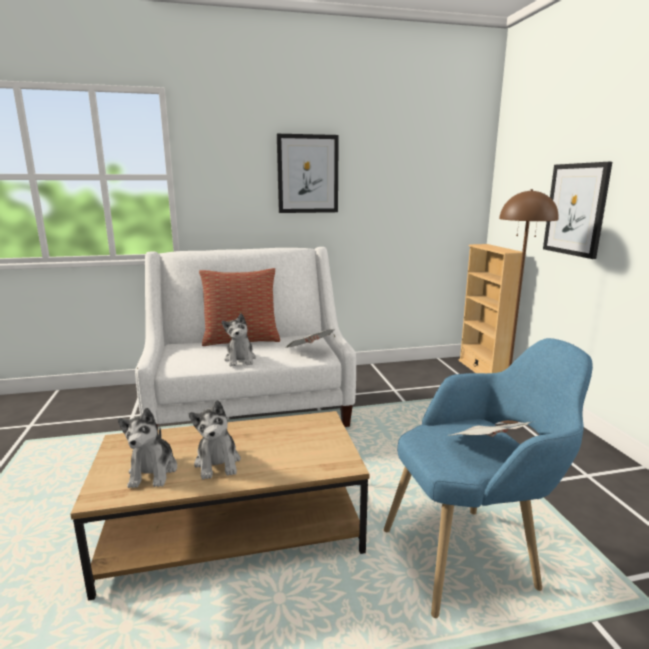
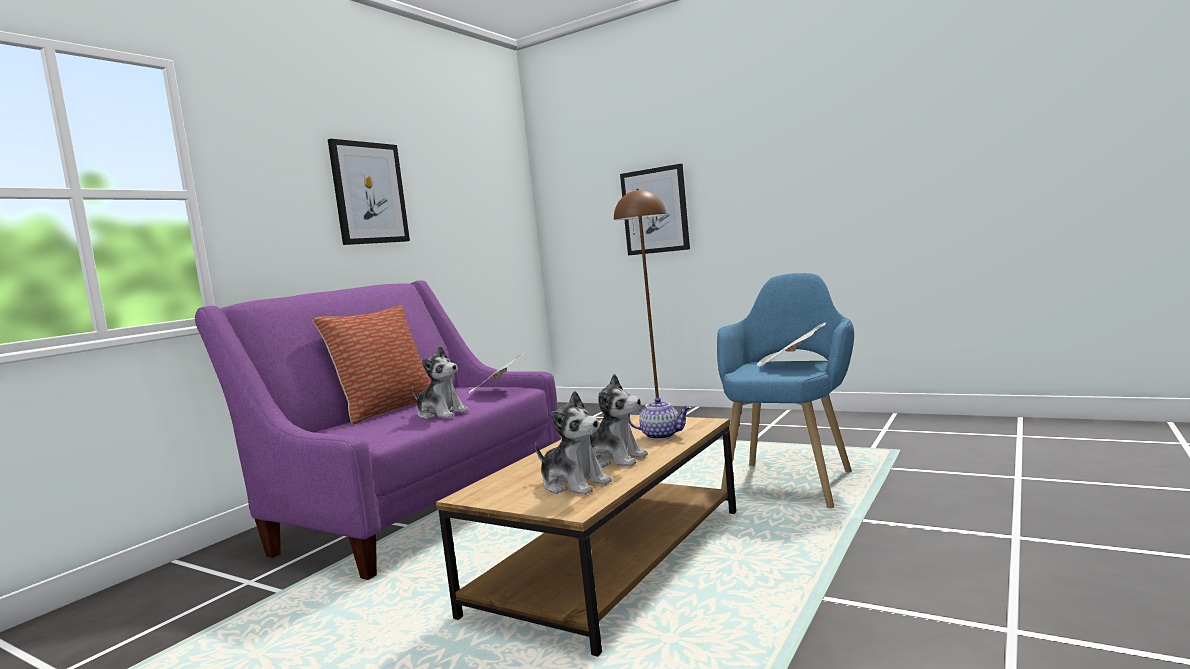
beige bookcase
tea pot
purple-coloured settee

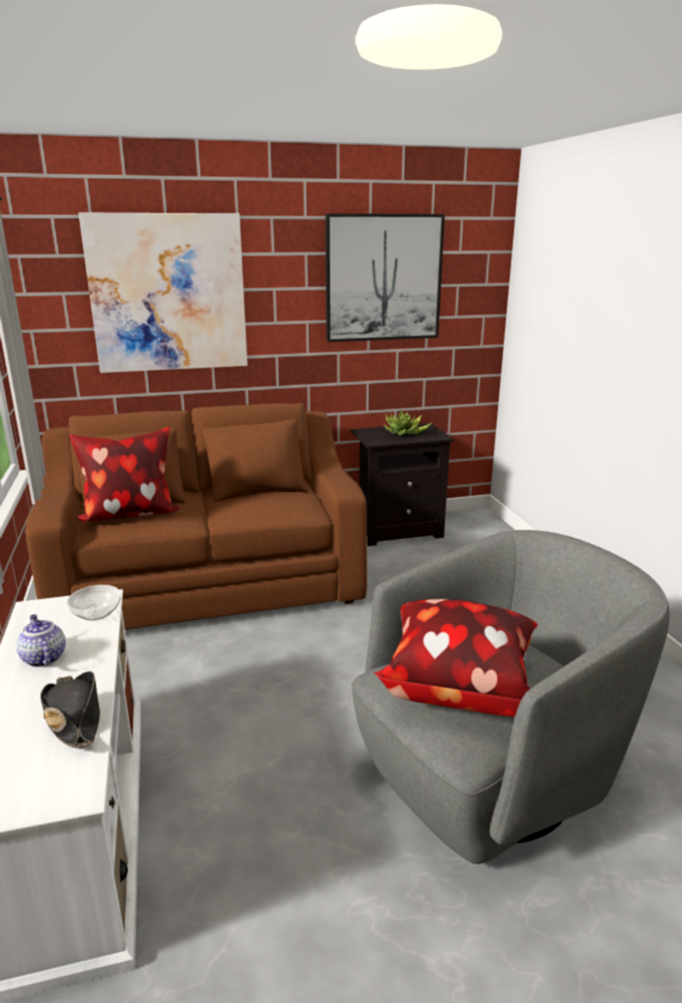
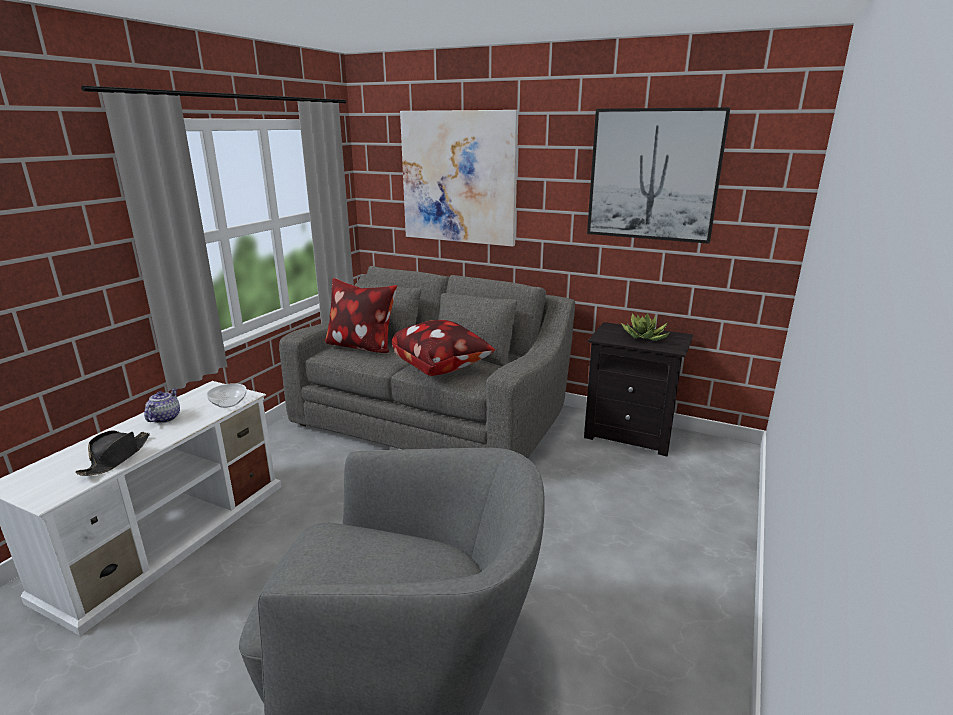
throw pillow (2nd from left)
gray settee

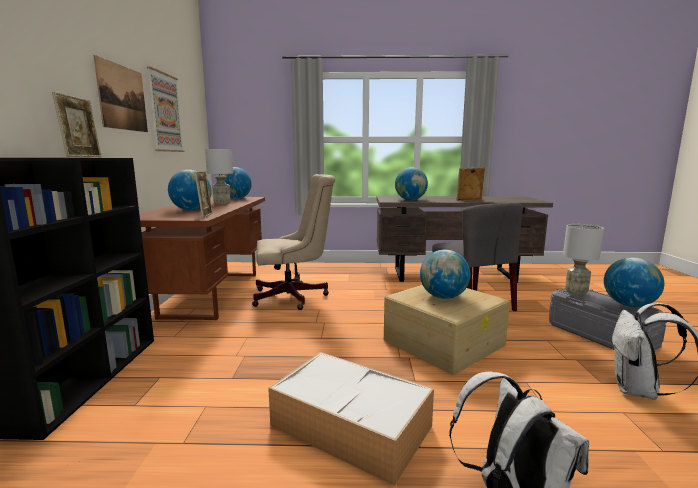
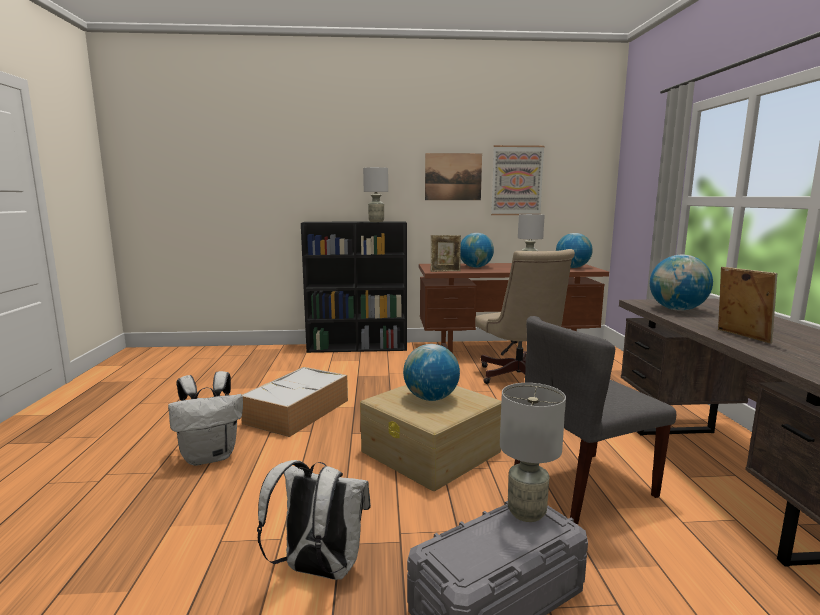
world globe (5th from left in the first image)
gray tabletop lamp (1st from left)

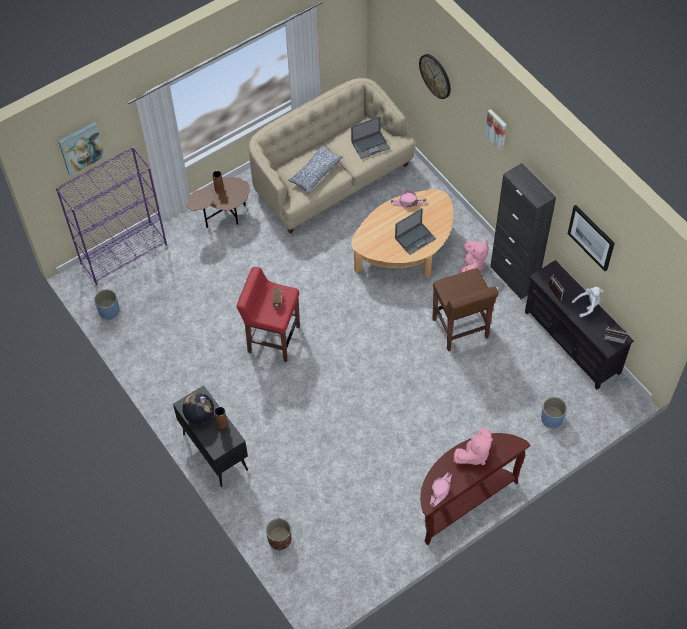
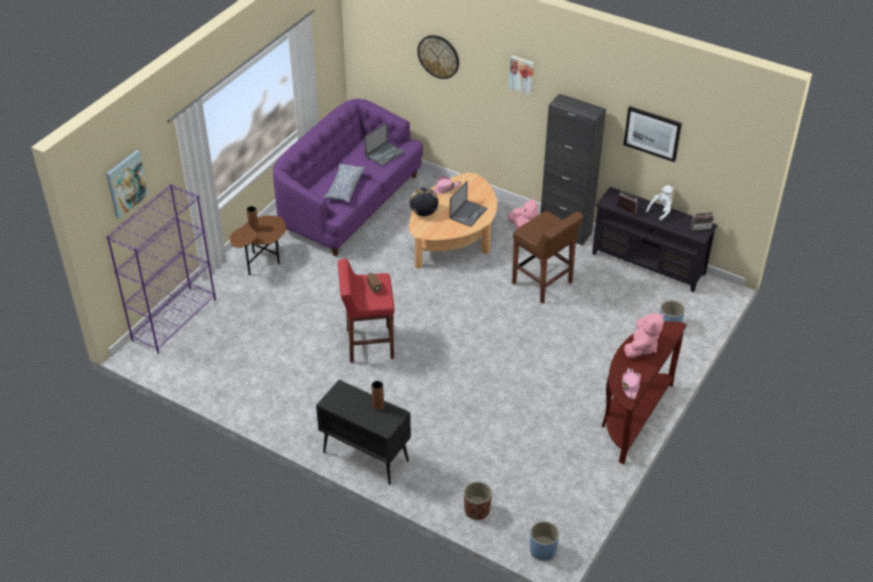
blue-coloured plant pot (1st from left)
world globe
purple-coloured settee

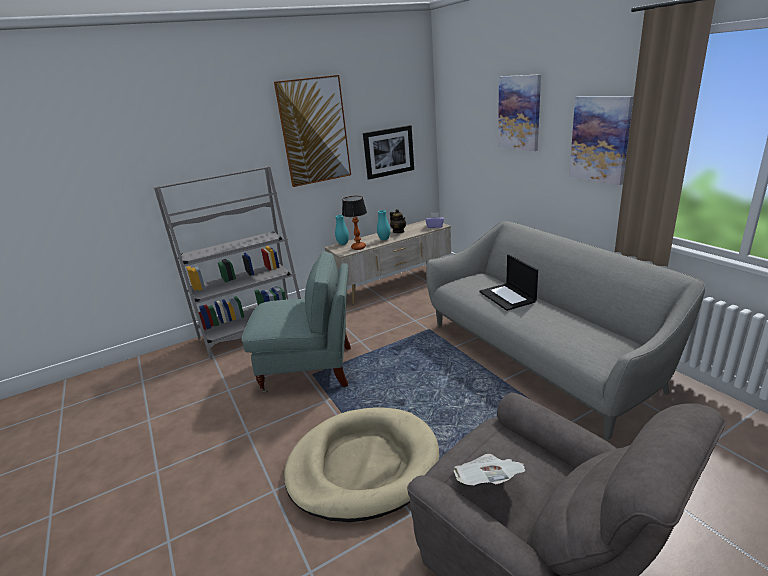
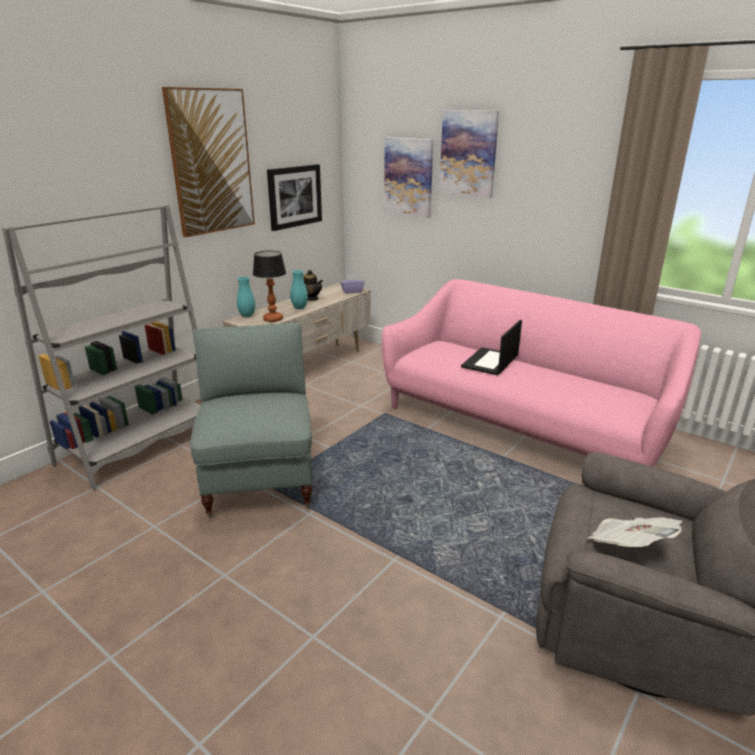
beige dog bed
wall picture (3rd from left)
pink-coloured settee
gray easy chair (1st from left)
laptop

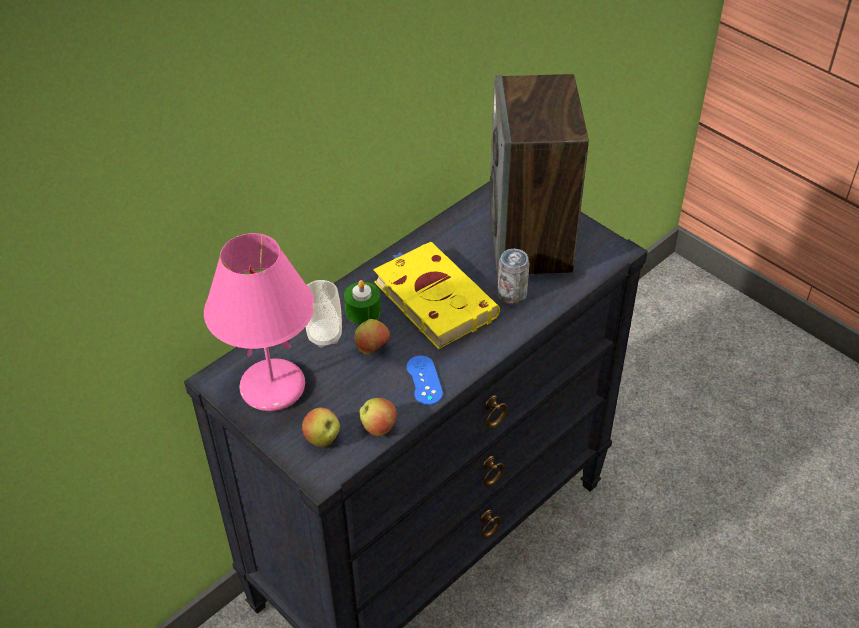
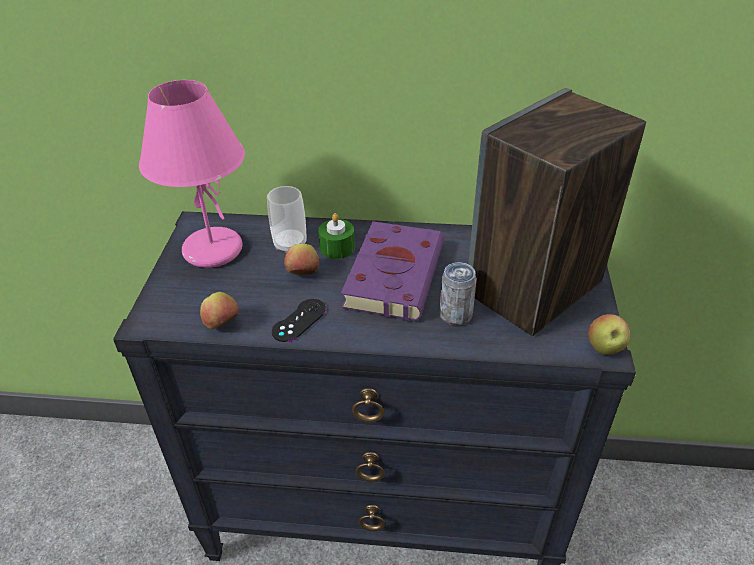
whole apple (3rd from left)
purple-coloured bound book
blackish gamepad

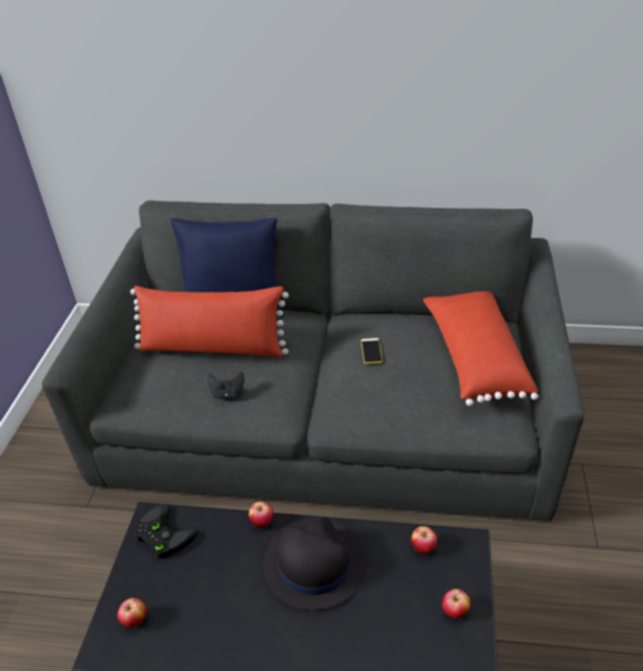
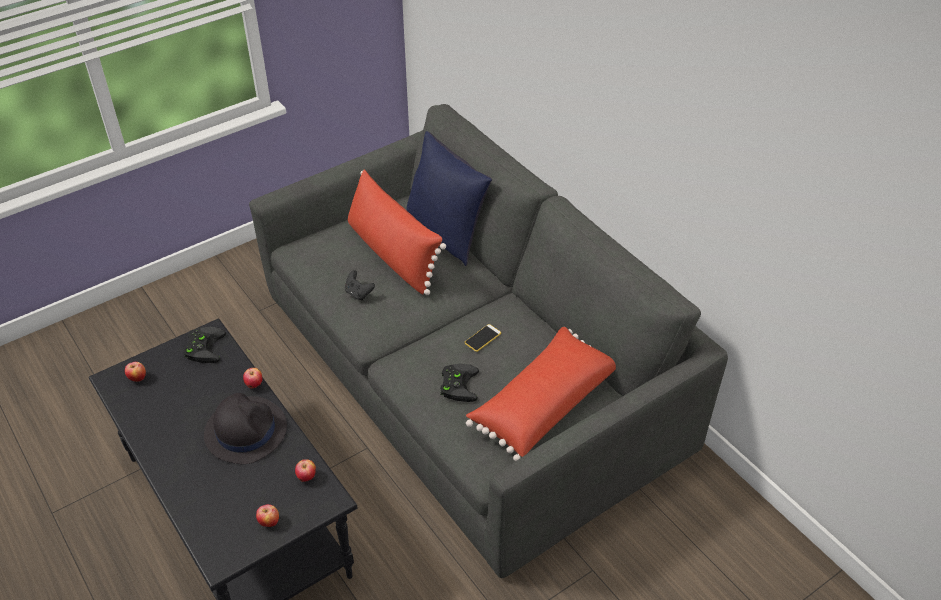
blackish gamepad (3rd from left)

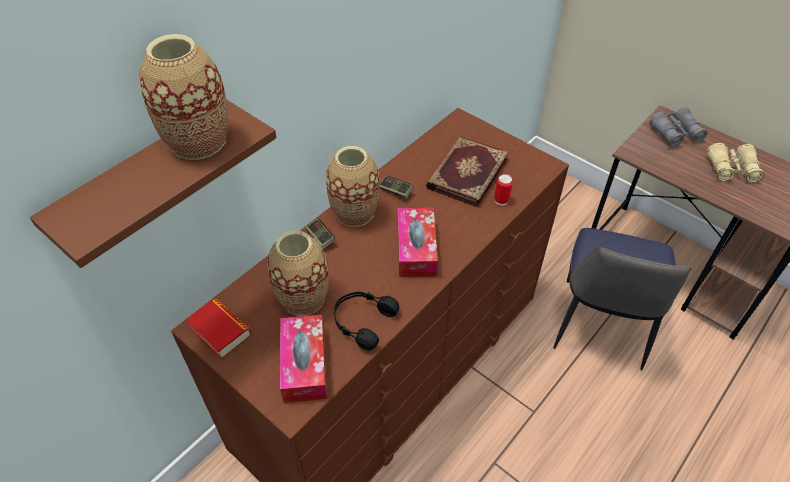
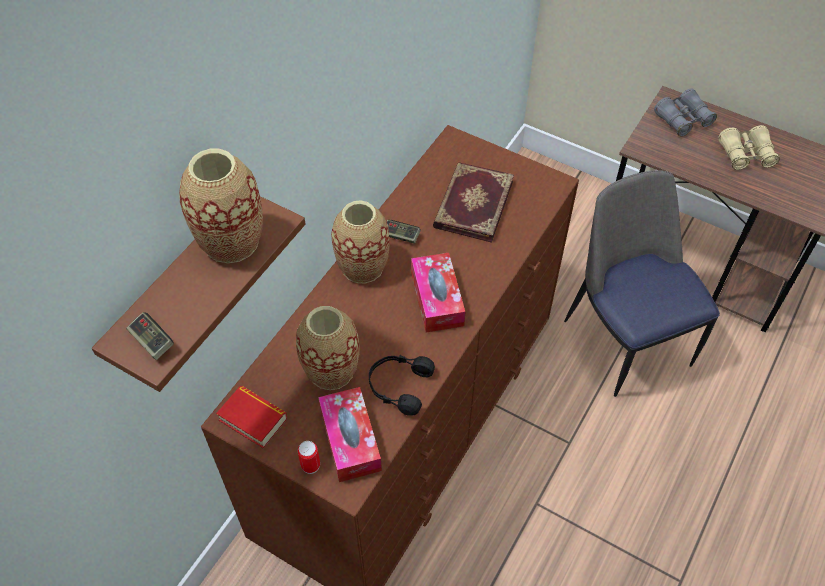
gamepad (1st from left)
can
upright chair

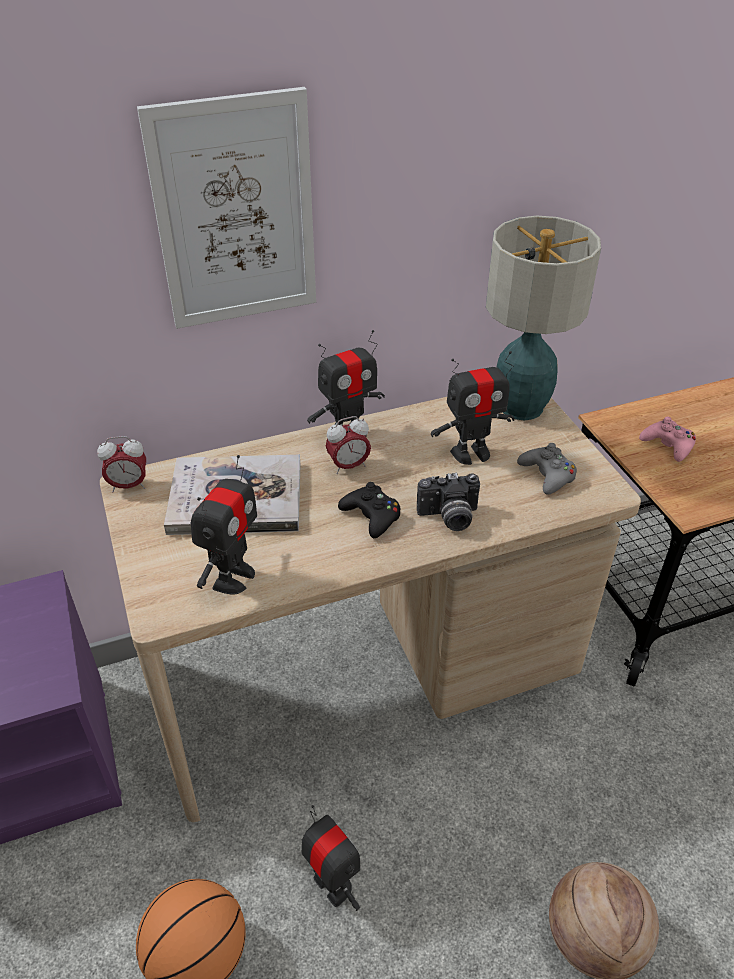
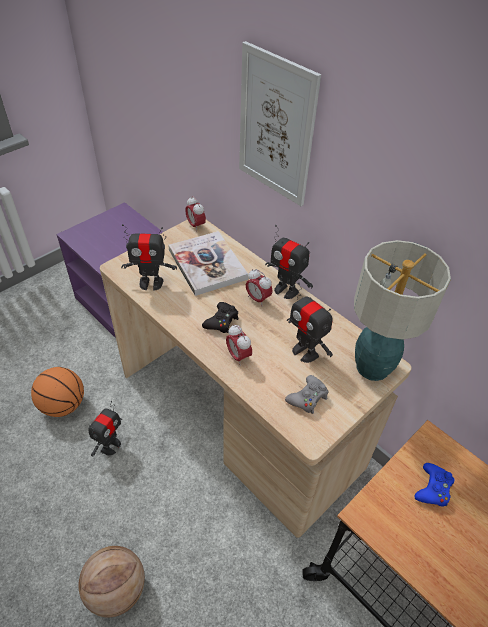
table clock (2nd from left)
blue-coloured gamepad

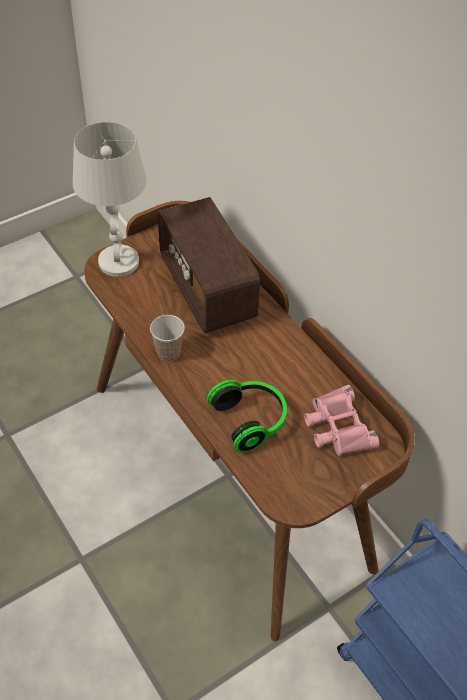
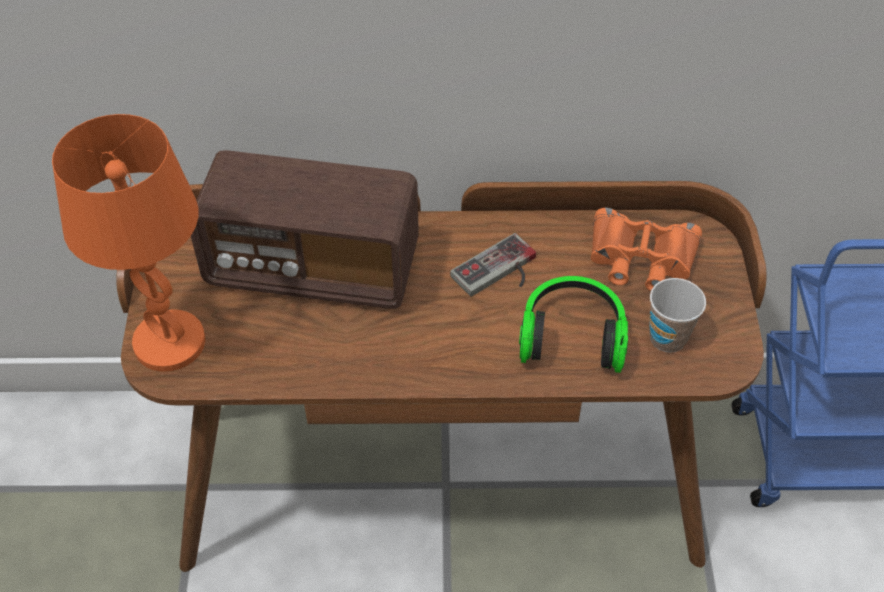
gamepad
small cup
orange-coloured tabletop lamp
orange-coloured pair of binoculars

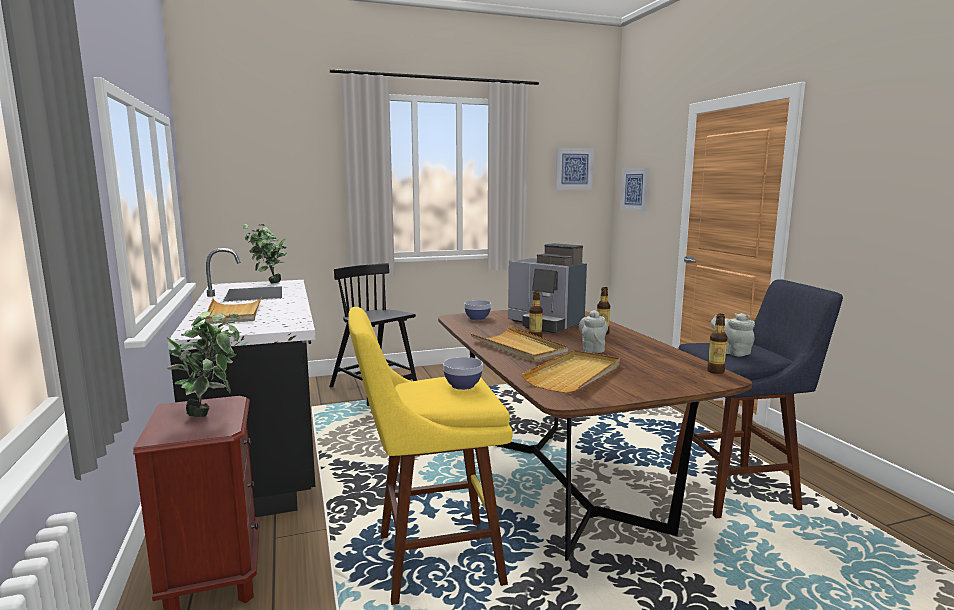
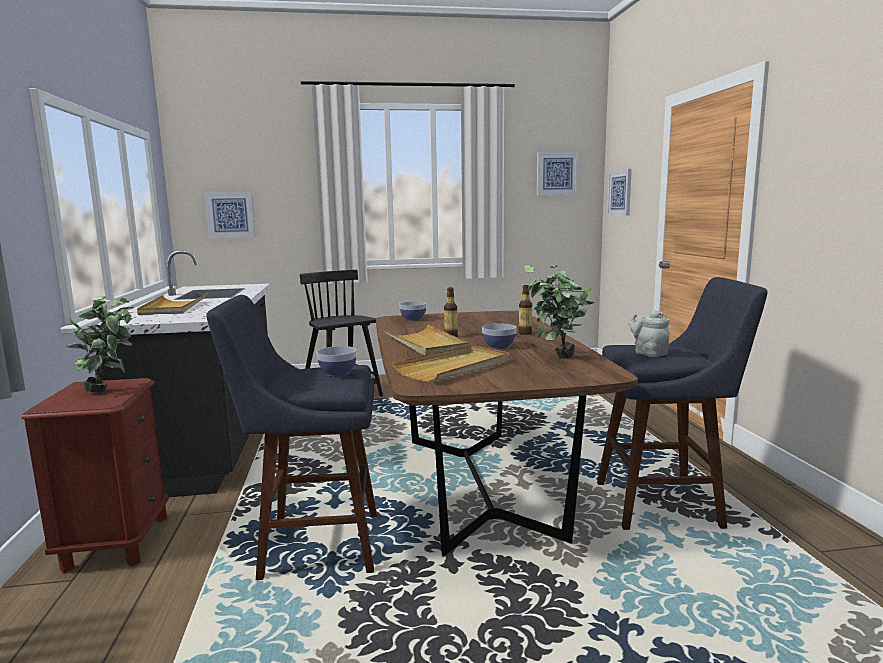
coffee brewer
beverage bottle (3rd from left in the first image)
wall picture (1st from left)
potted plant (2nd from left)
deep dish (3rd from left)
blue-coloured stool (1st from left)

